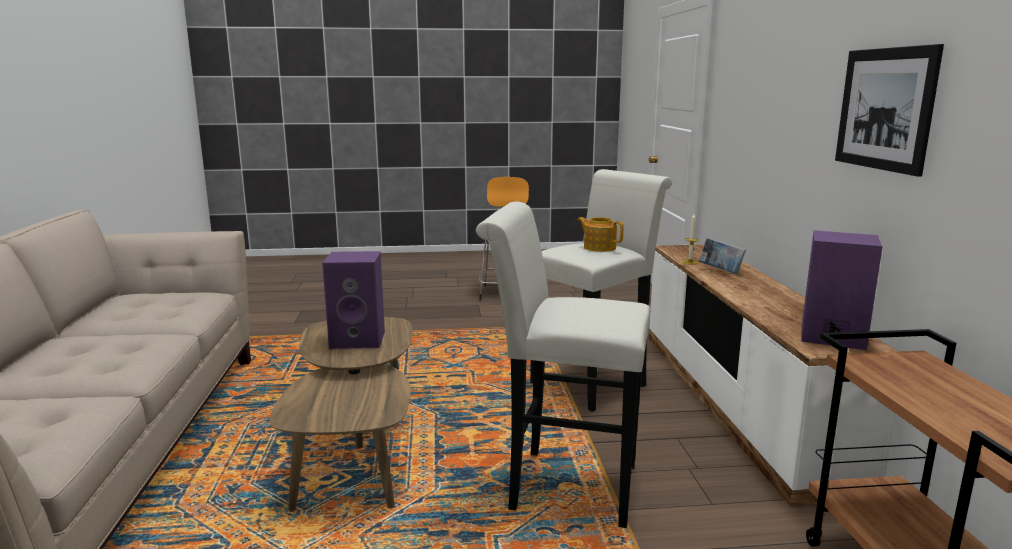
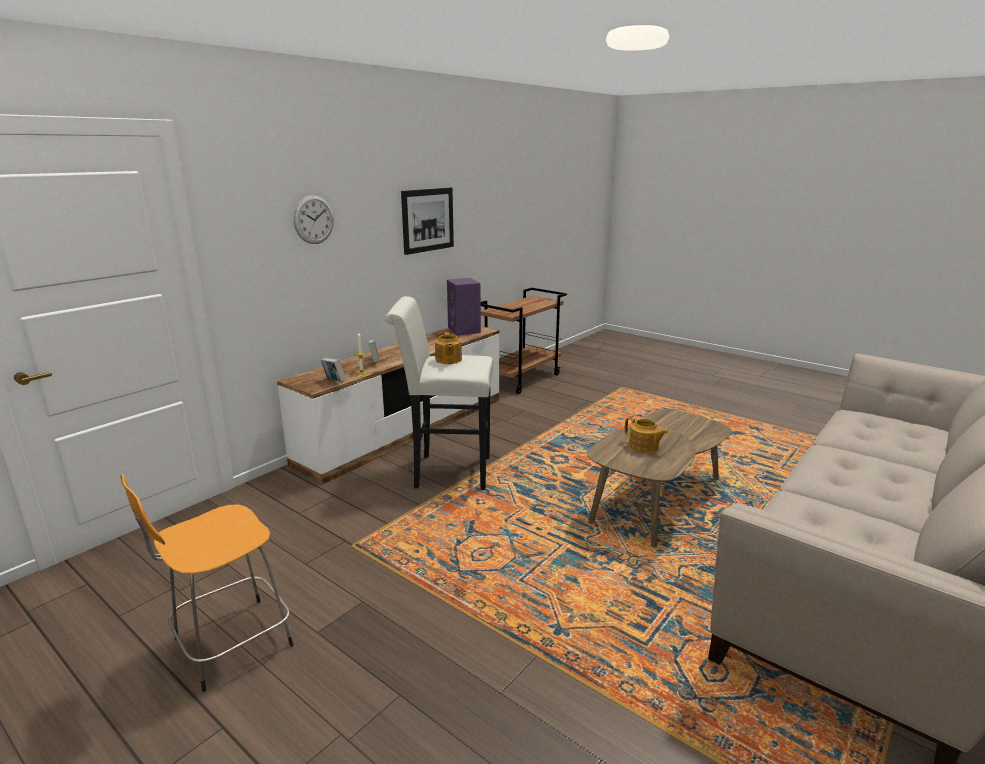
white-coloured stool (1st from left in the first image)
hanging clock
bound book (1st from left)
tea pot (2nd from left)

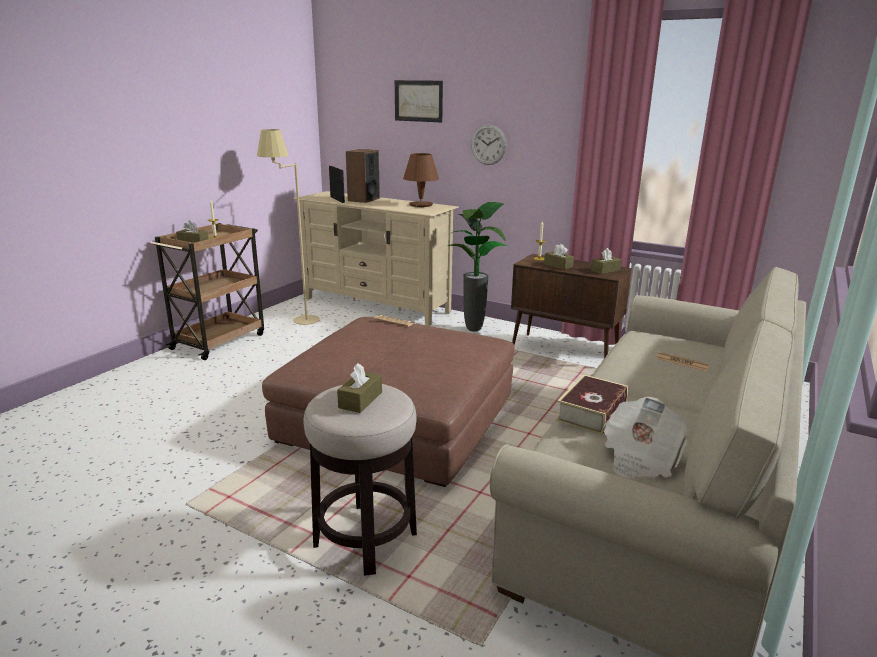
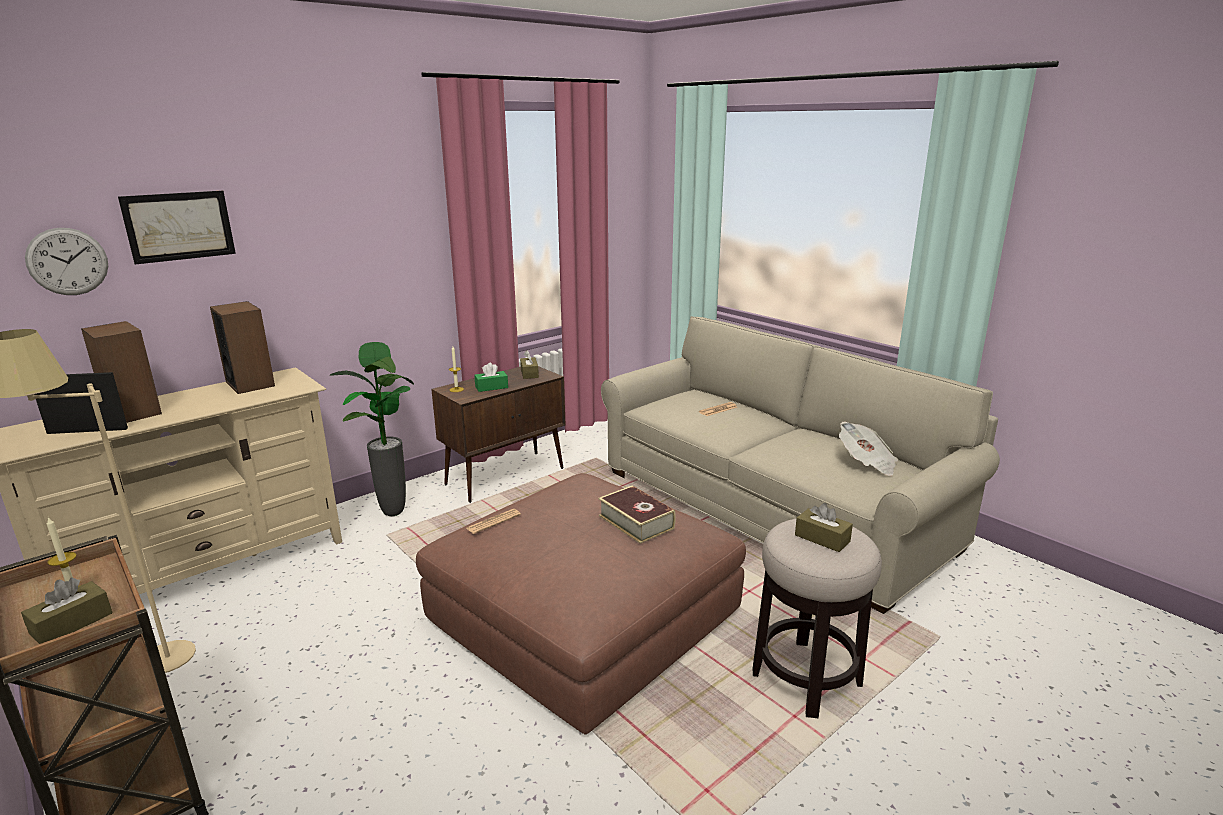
hanging clock
bound book
speaker (2nd from left)
green tissue holder

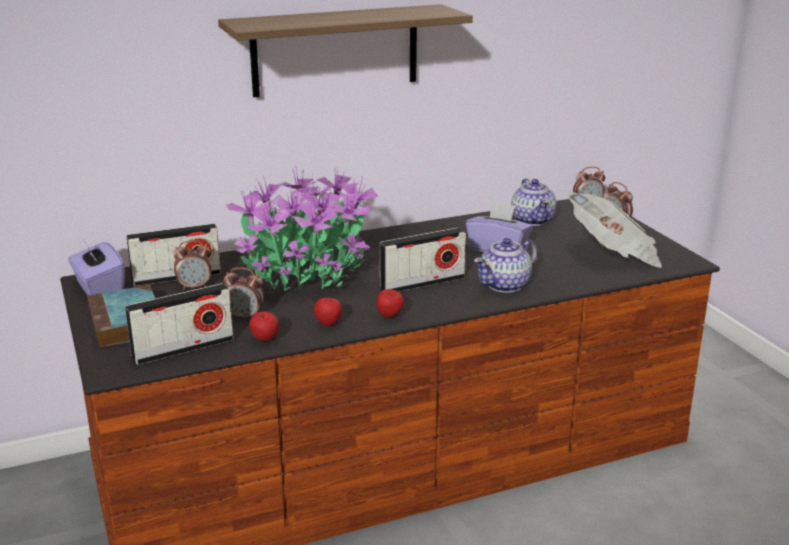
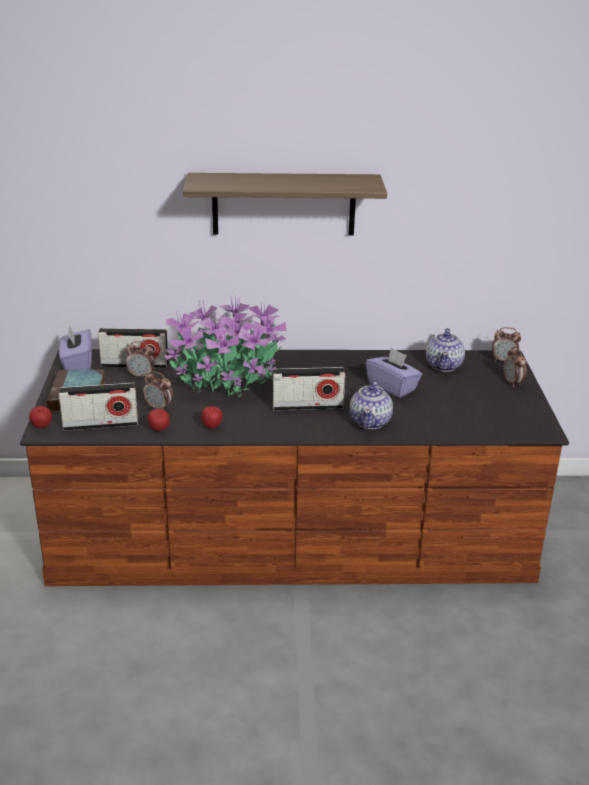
daily paper
whole apple (1st from left)
tea pot (1st from left)

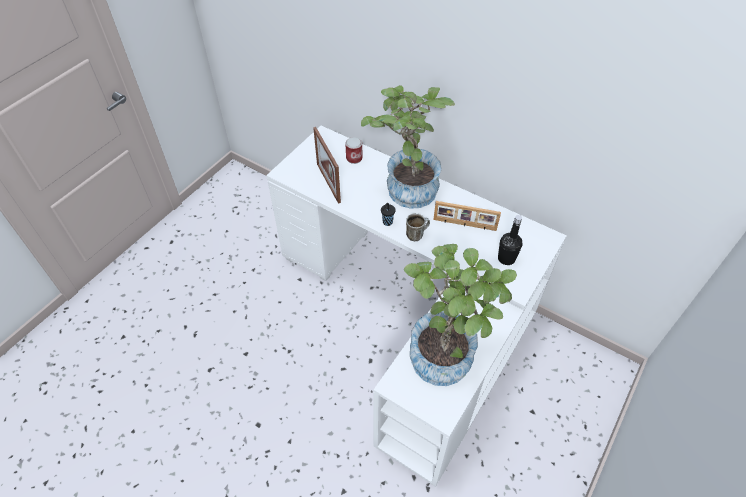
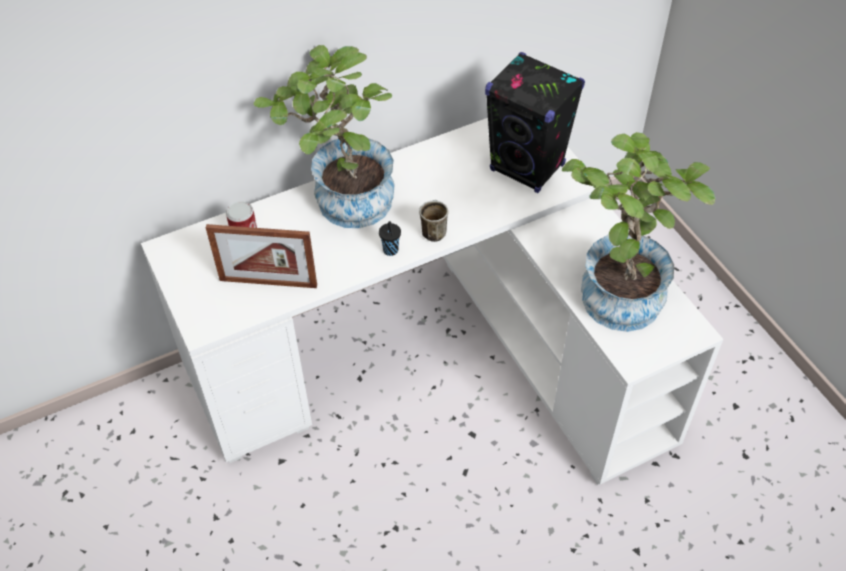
photo frame (2nd from left in the first image)
blackish speaker

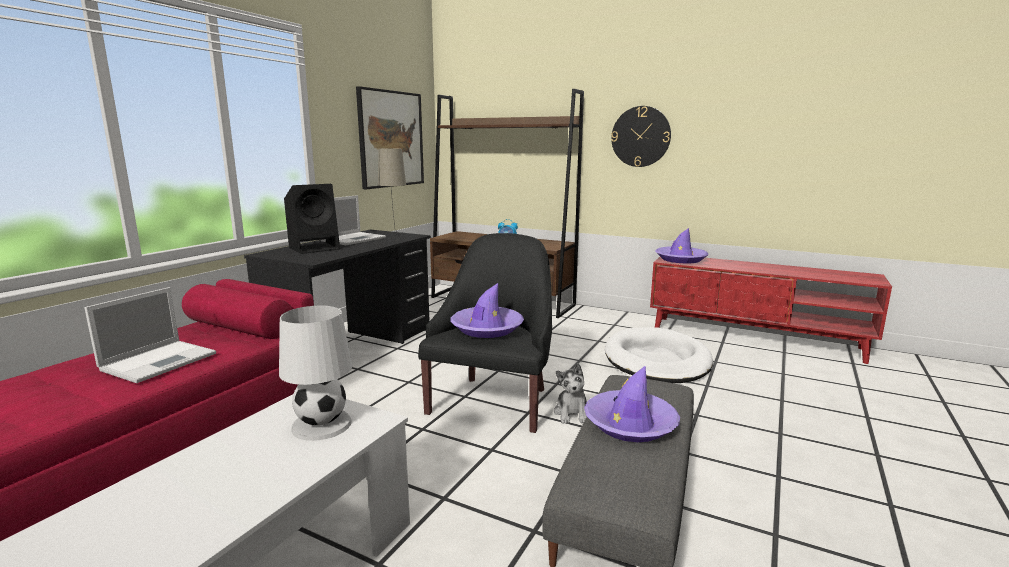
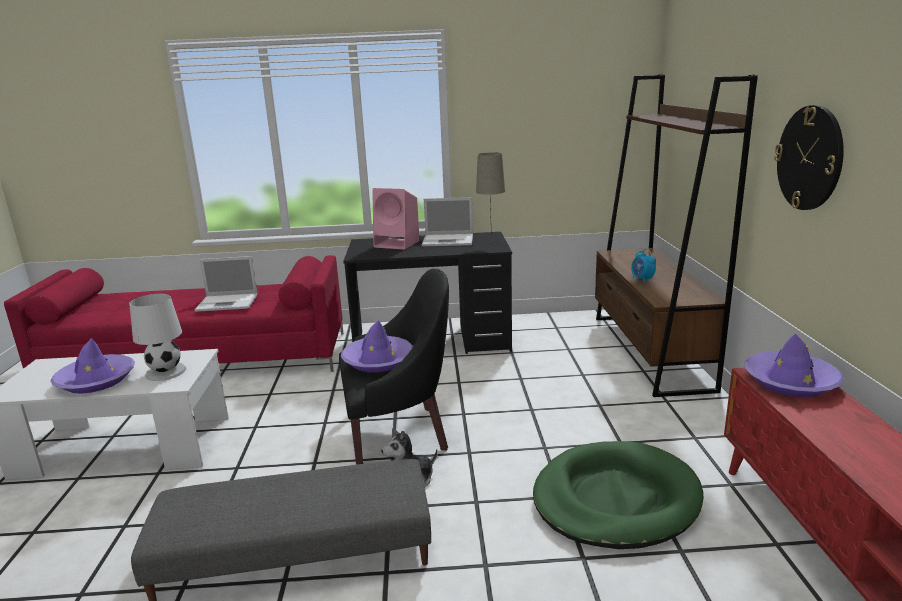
wall picture
purple-coloured clothing hat (1st from left)
pink-coloured speaker
green dog bed

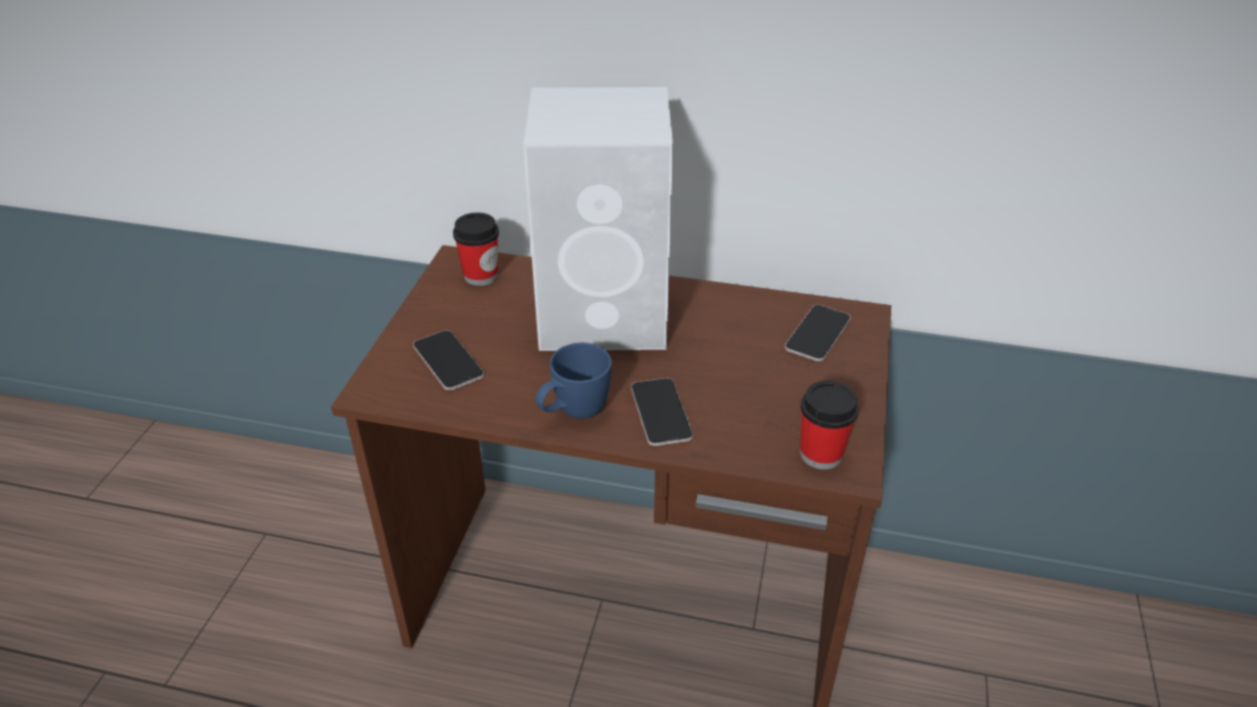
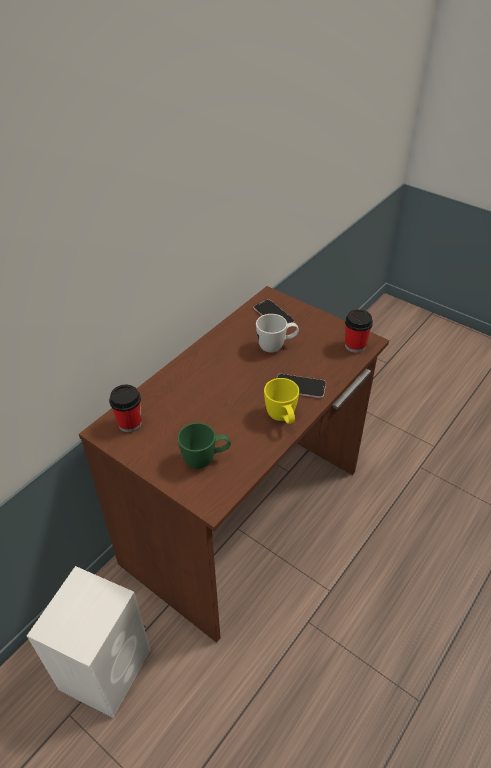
white-coloured coffee mug
white-coloured speaker
green coffee mug
yellow coffee mug

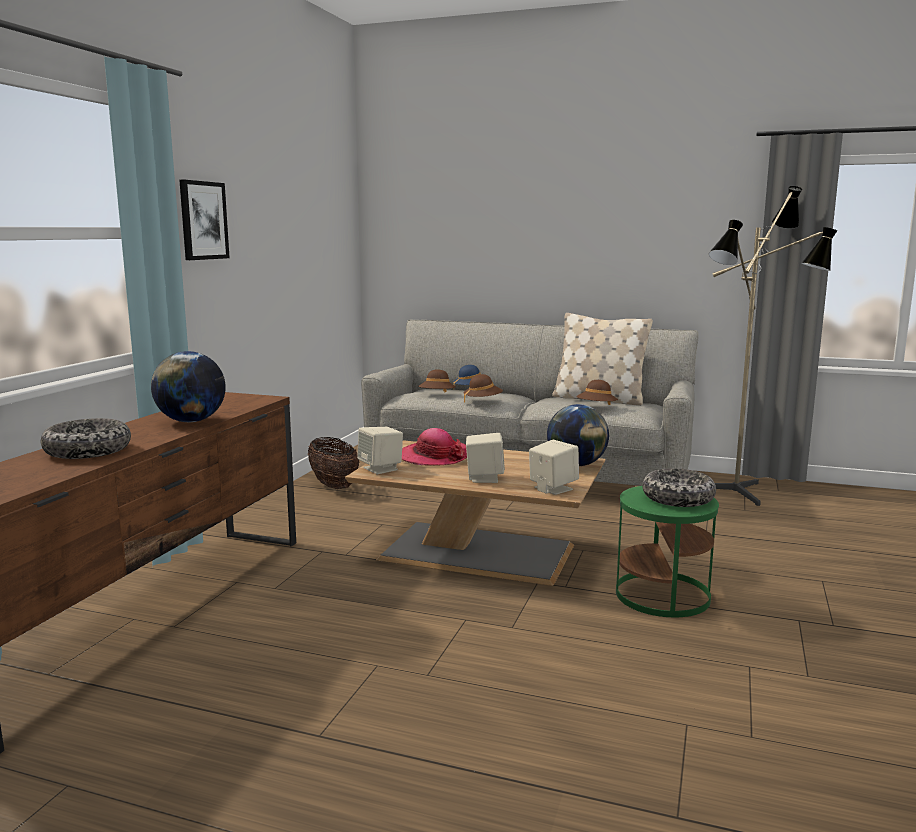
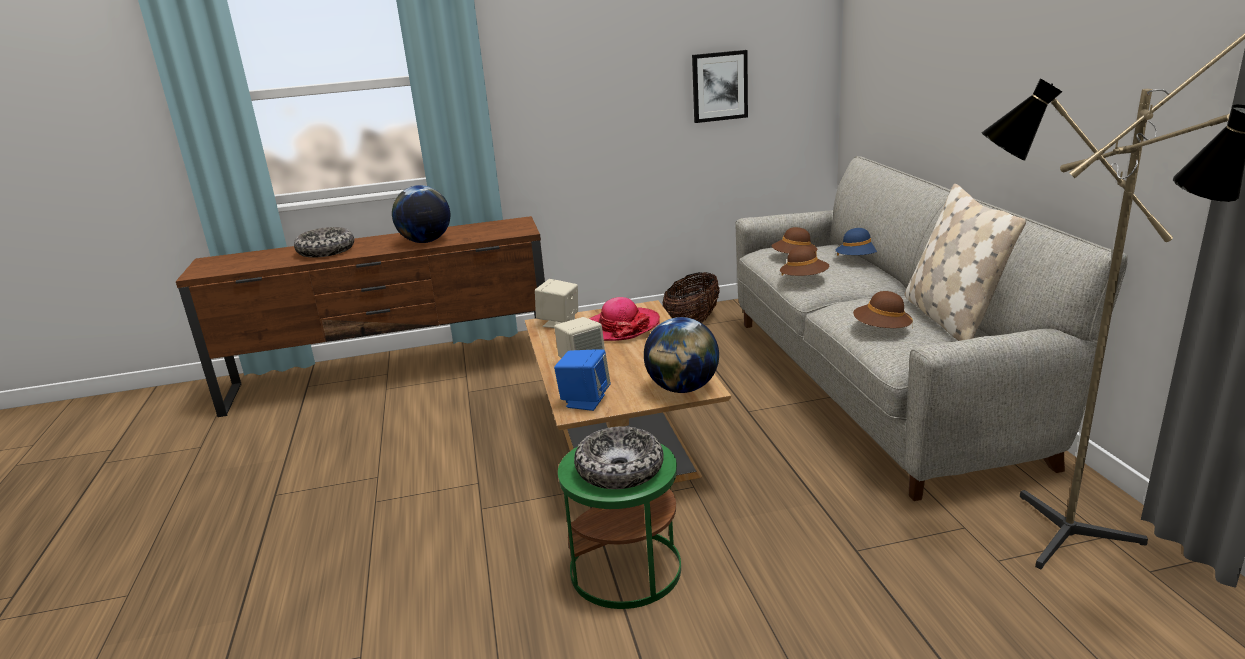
wall picture
blue-coloured speaker

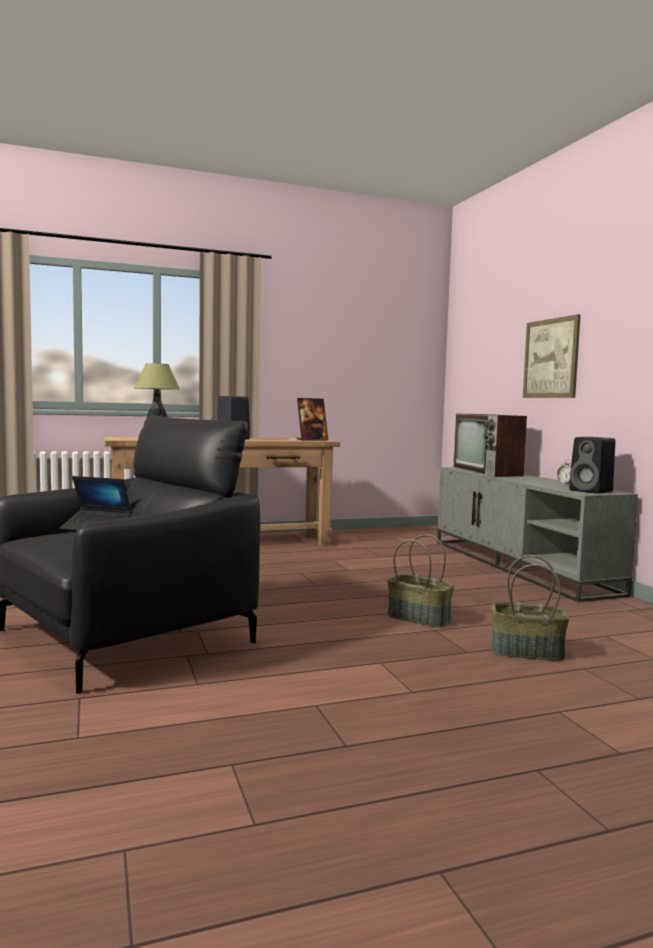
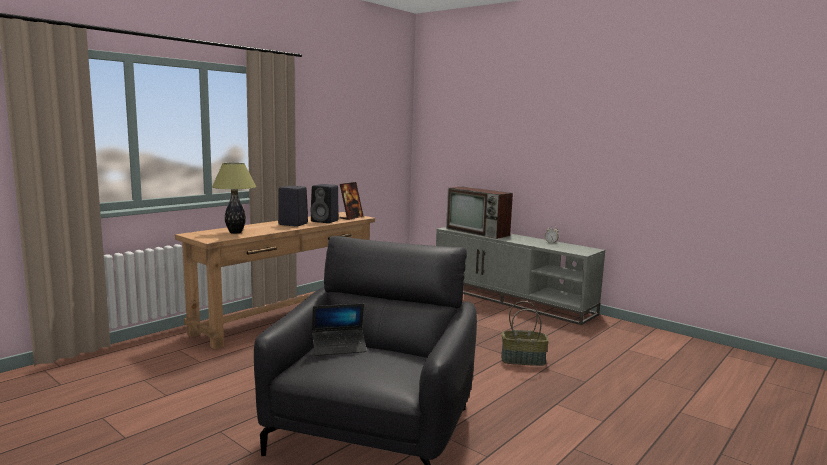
basket (2nd from left in the first image)
wall picture
blackish speaker (2nd from left)

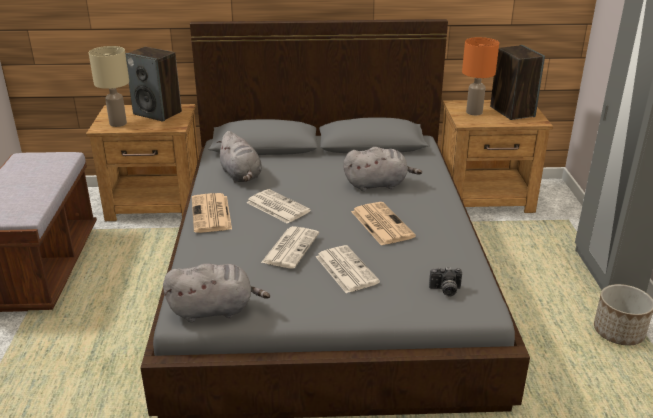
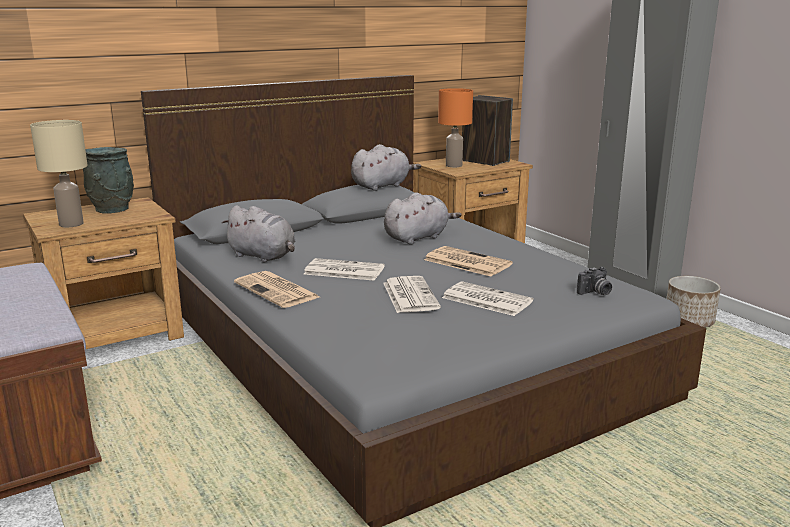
gray soft toy (2nd from left)
gray decorative vase

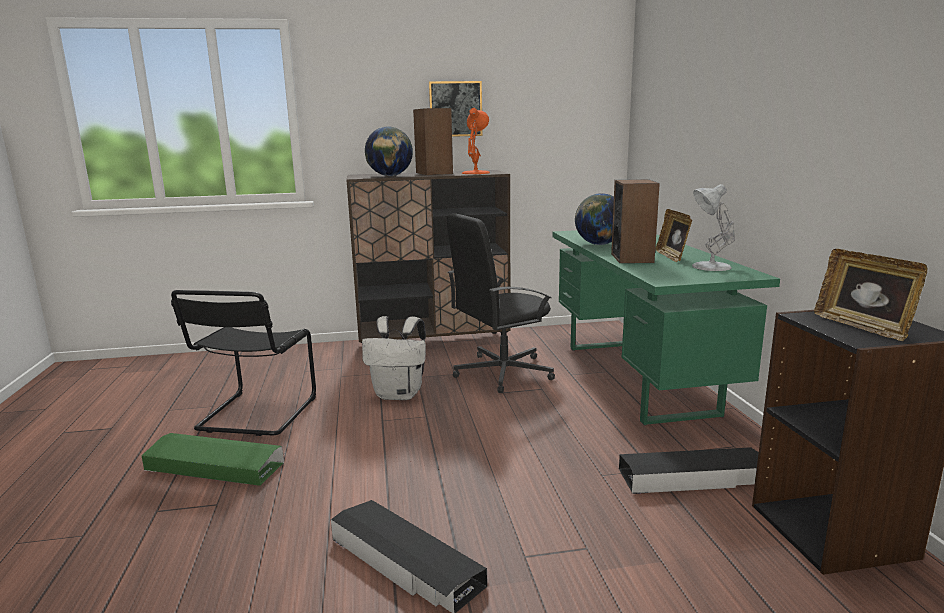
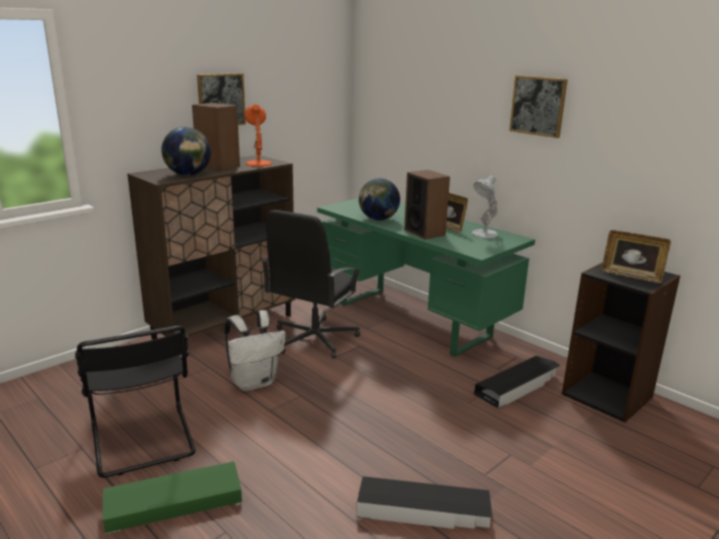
wall picture (2nd from left)

